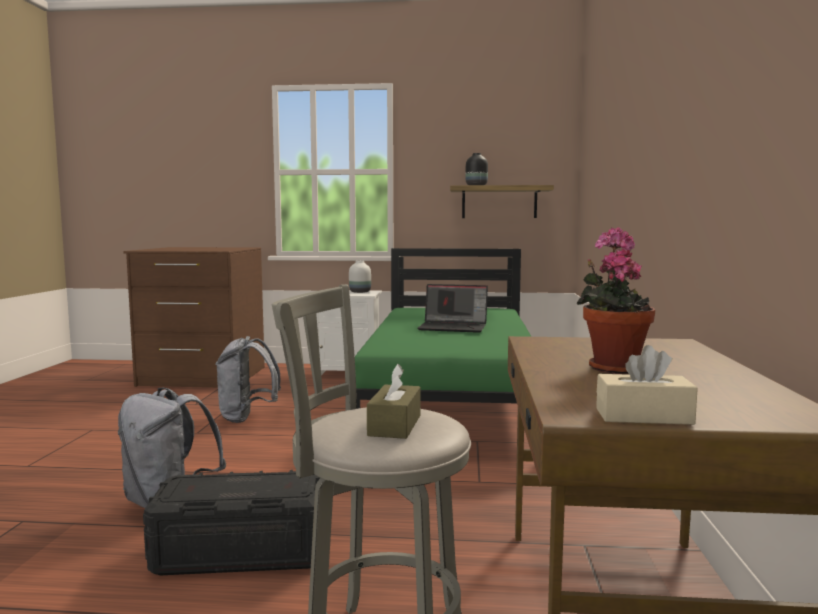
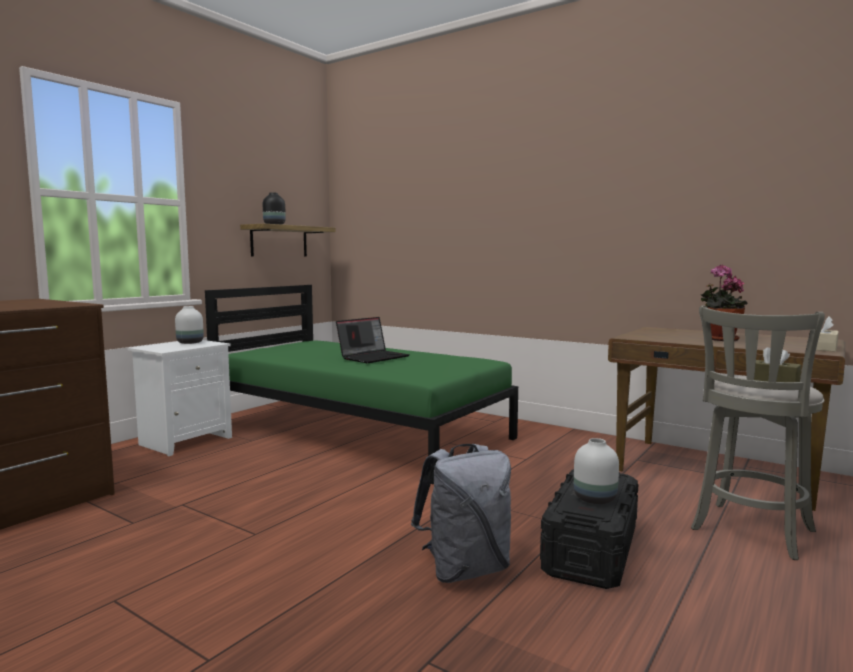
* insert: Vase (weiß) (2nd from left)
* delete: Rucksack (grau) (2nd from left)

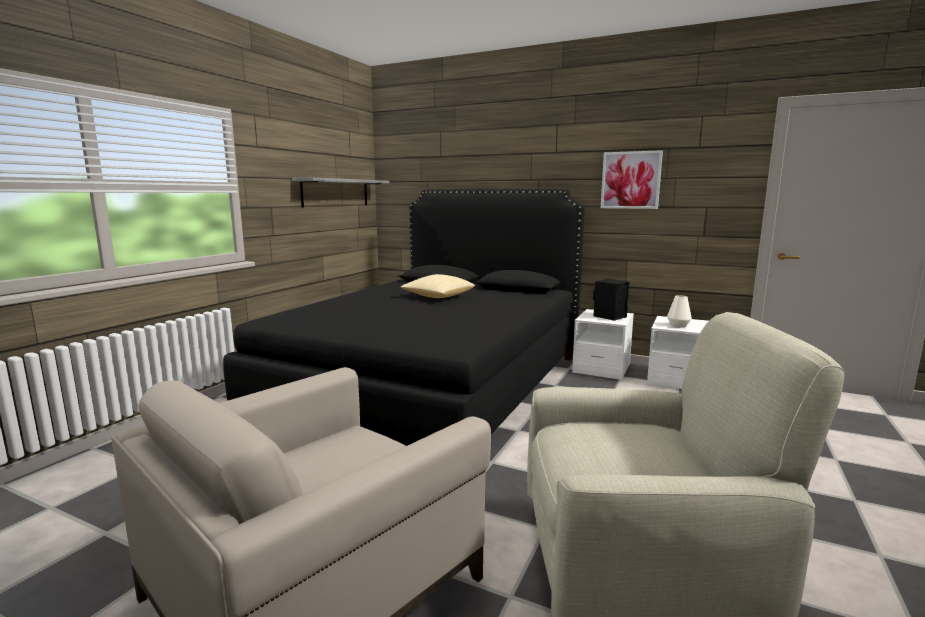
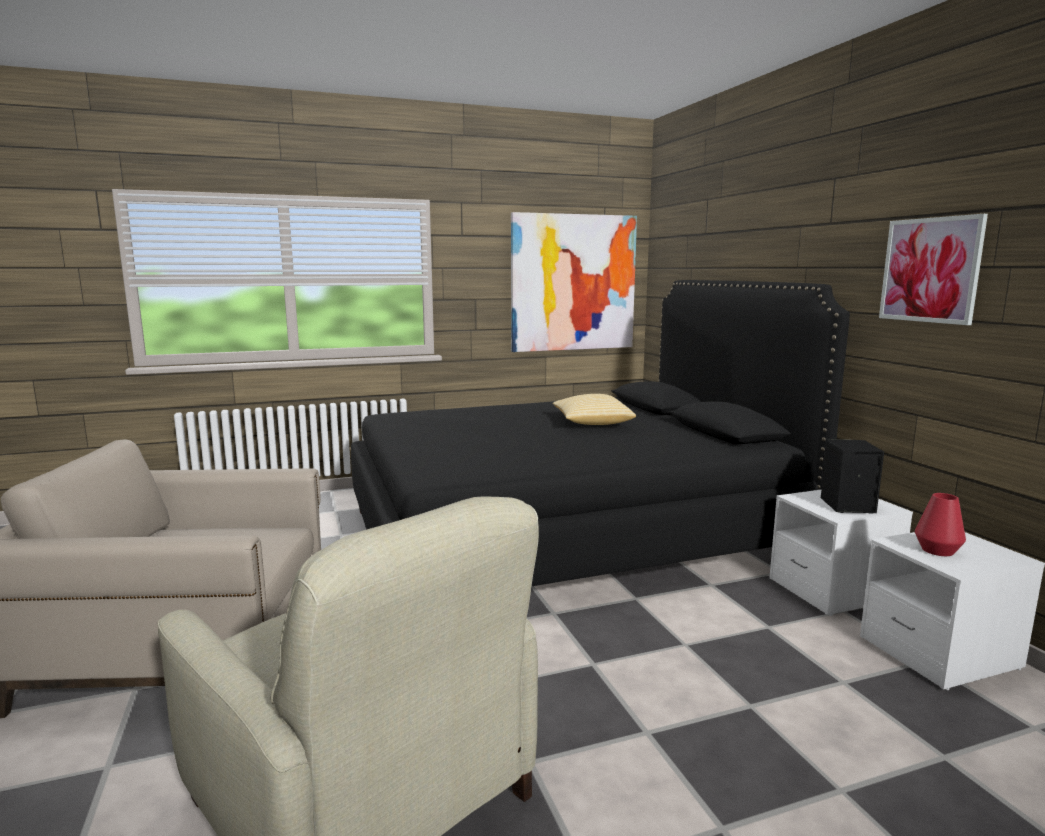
* replace: Wandregal (grau) to Bild (1st from left)
* recolor: Vase (weiß) to Vase (rot)

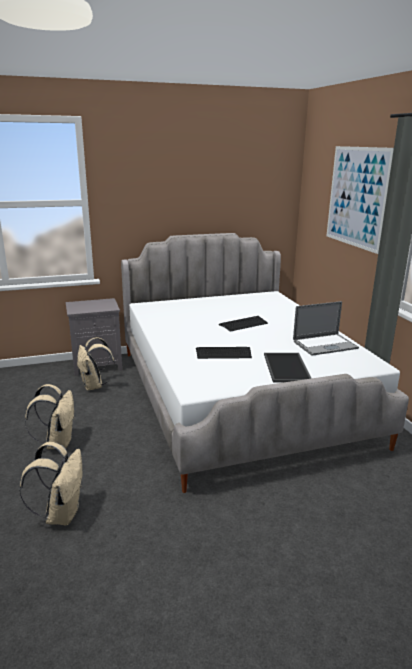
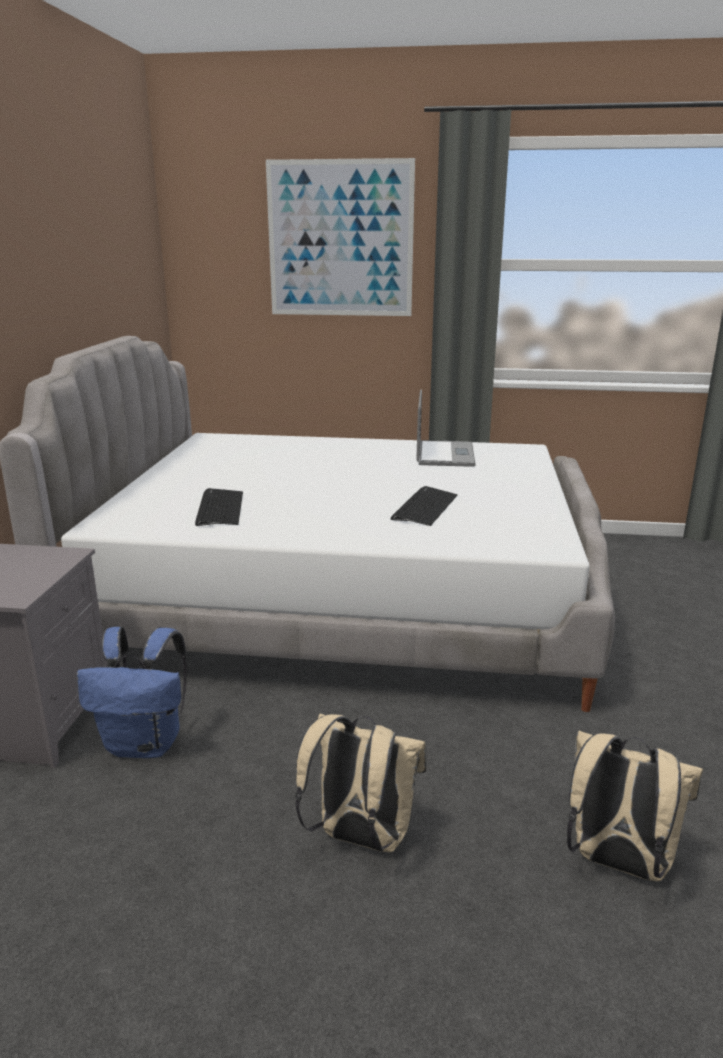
* recolor: Rucksack (beige) (3rd from left) to Rucksack (blau)
* move: Tastatur (2nd from left in the first image) to Tastatur (1st from left)
* delete: Tablett

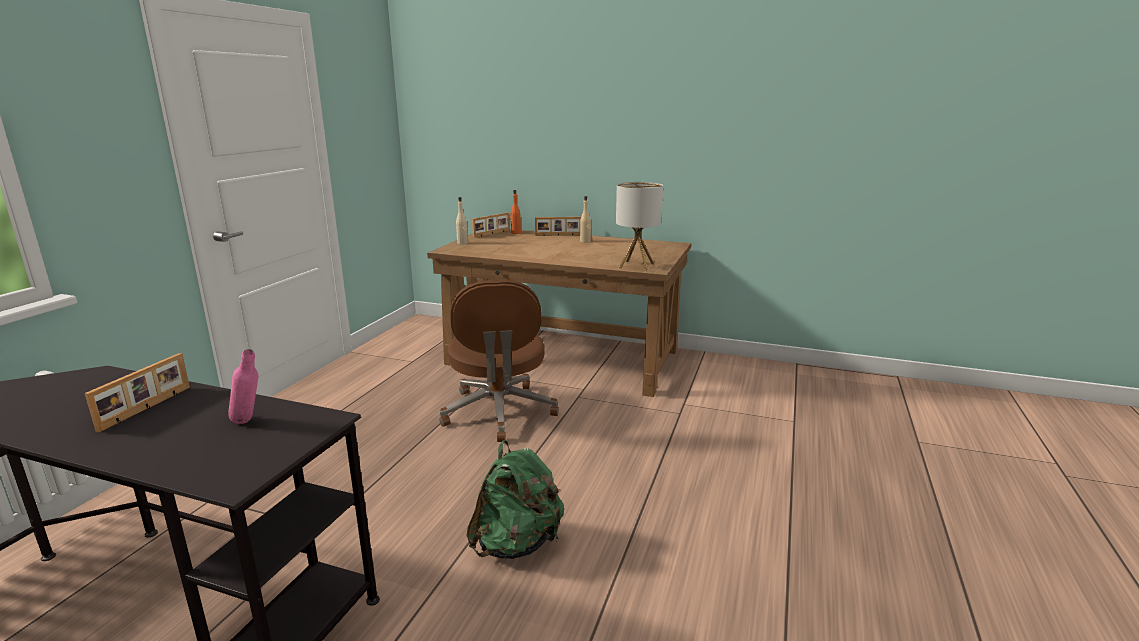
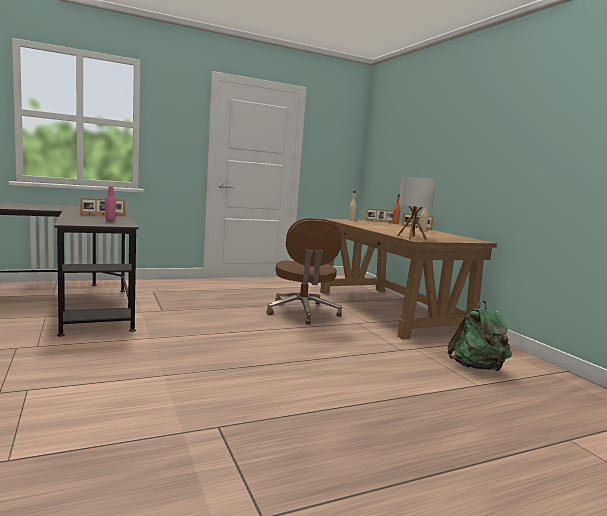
* rotate: Bürostuhl (braun) 45 degrees counterclockwise
* move: Rucksack (grün)

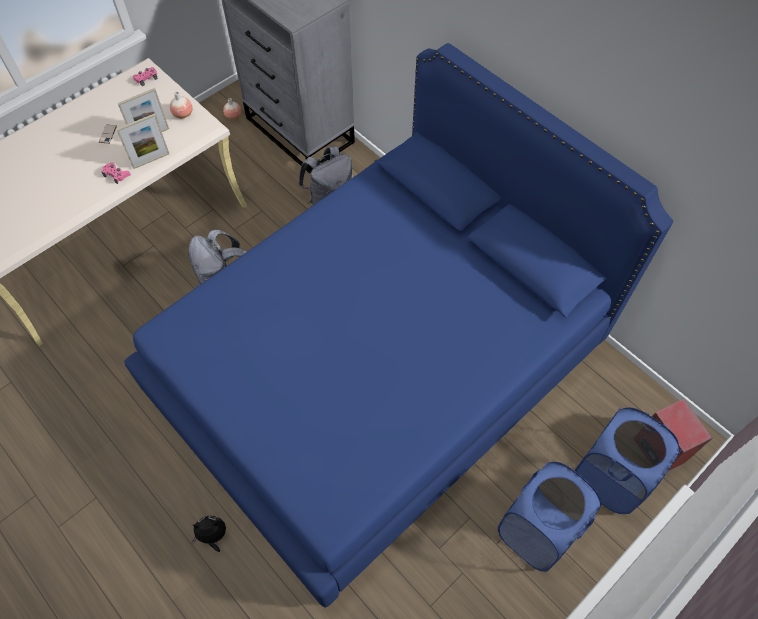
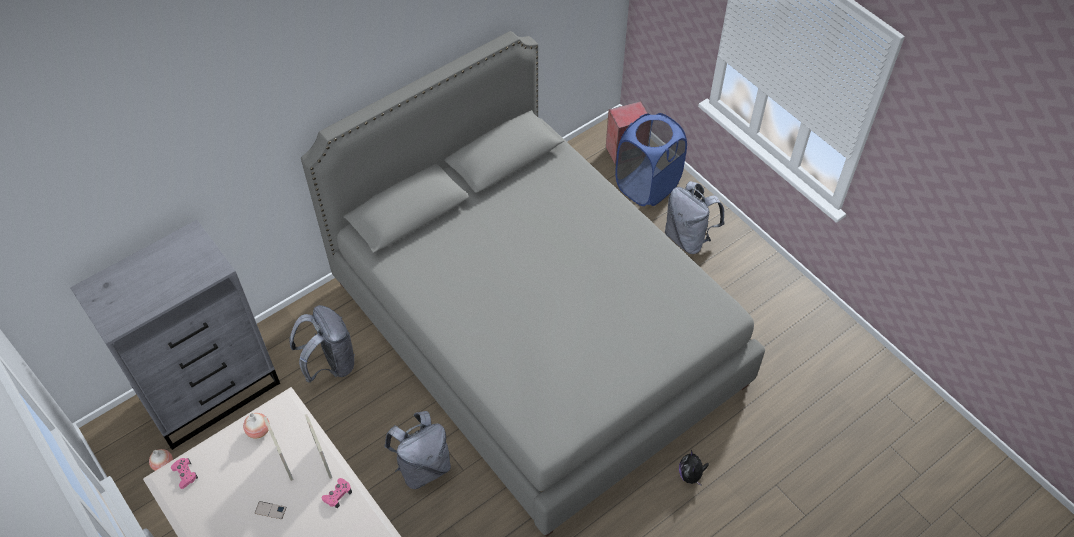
* recolor: Bett (blau) to Bett (grau)
* replace: Wäschekorb (blau) (1st from left) to Rucksack (grau) (3rd from left)

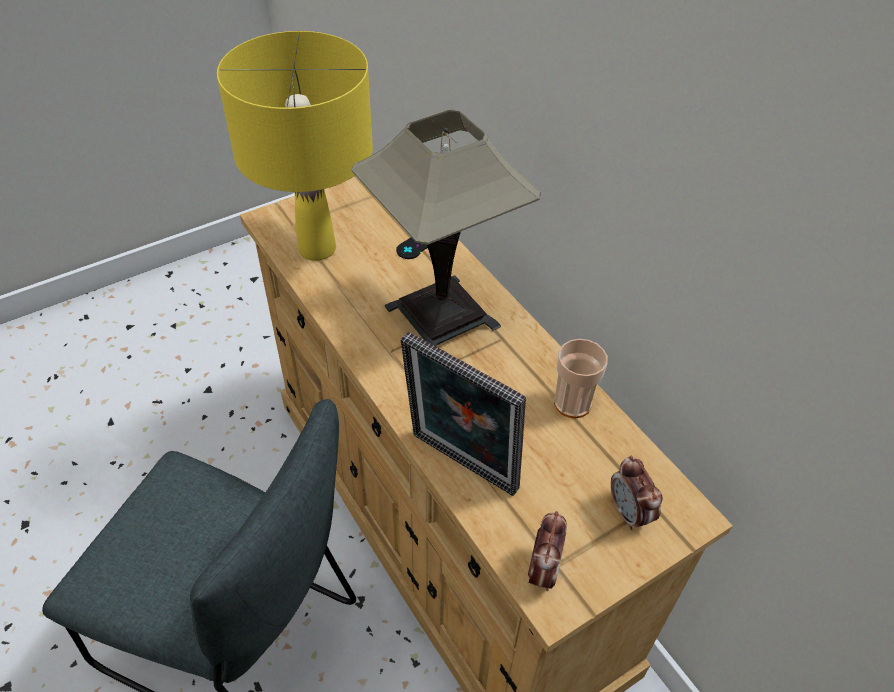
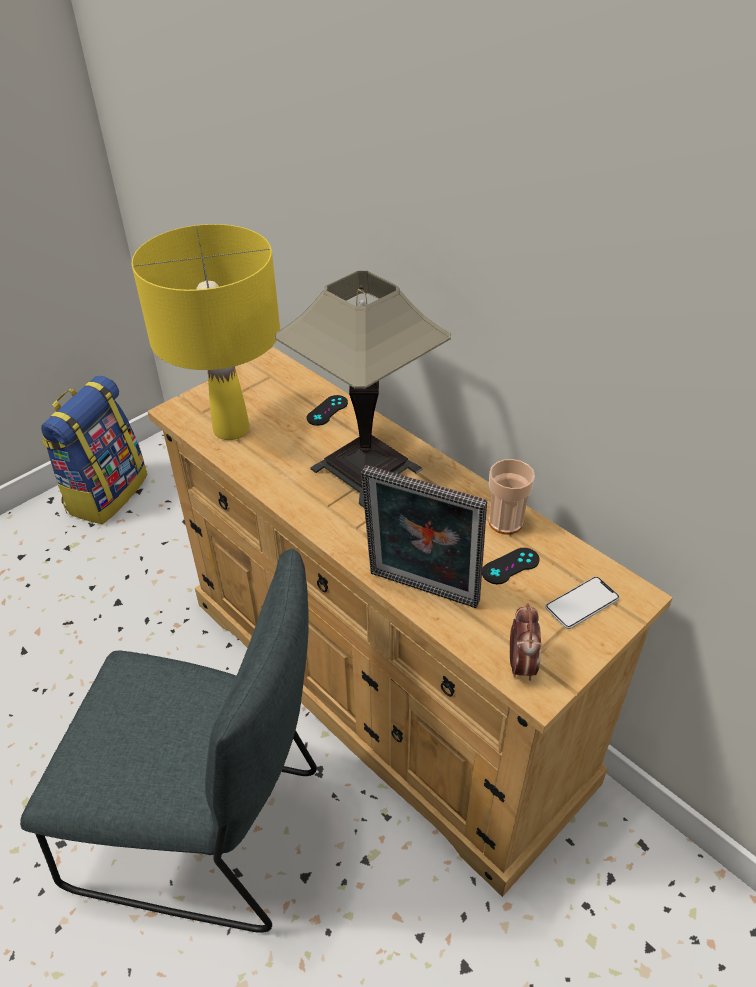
* insert: Rucksack
* insert: Gamepad (schwarz) (2nd from left)
* replace: Wecker (2nd from left) to Handy

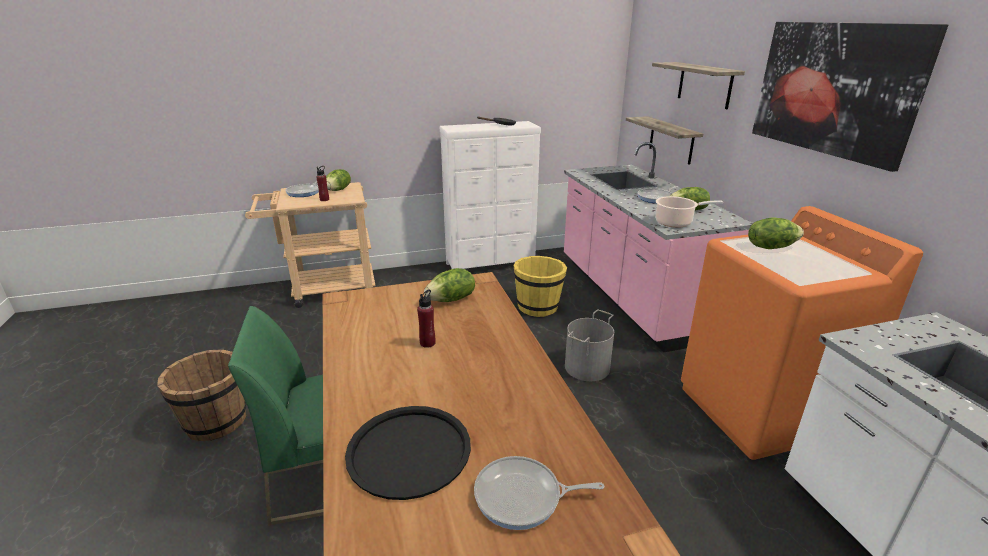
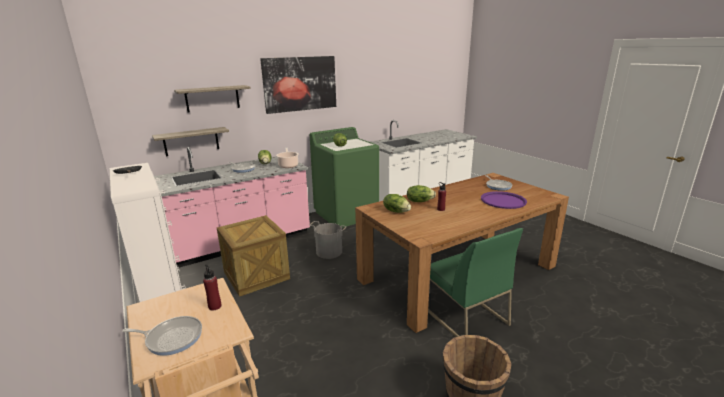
* replace: Eimer (gelb) to Kiste
* recolor: Waschmaschine (orange) to Waschmaschine (grün)
* move: Salatkopf (1st from left in the first image) to Salatkopf (4th from left)
* recolor: Tablett (schwarz) to Tablett (lila)

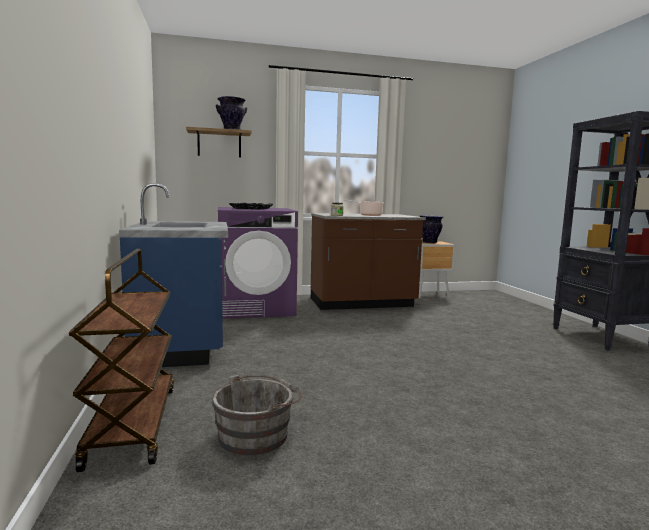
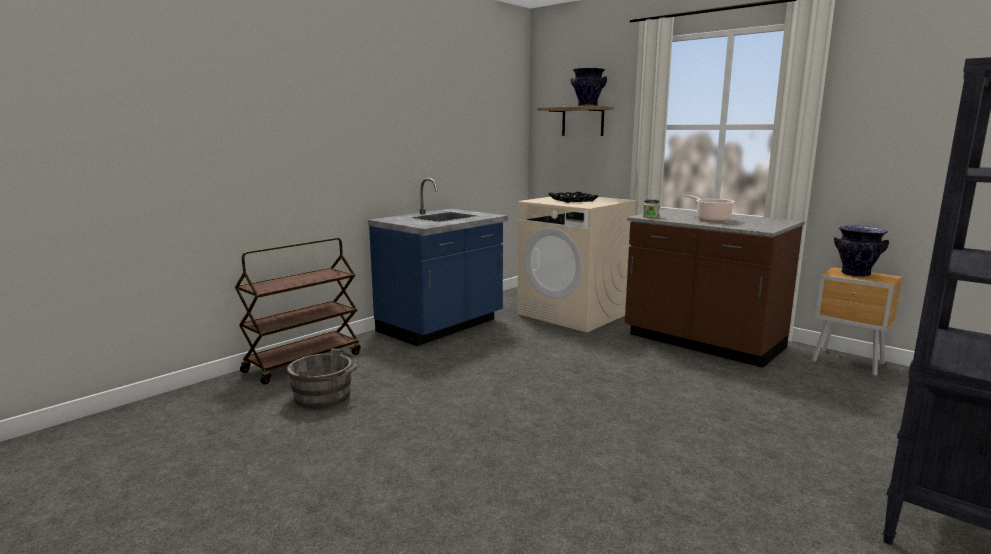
* recolor: Waschmaschine (lila) to Waschmaschine (beige)

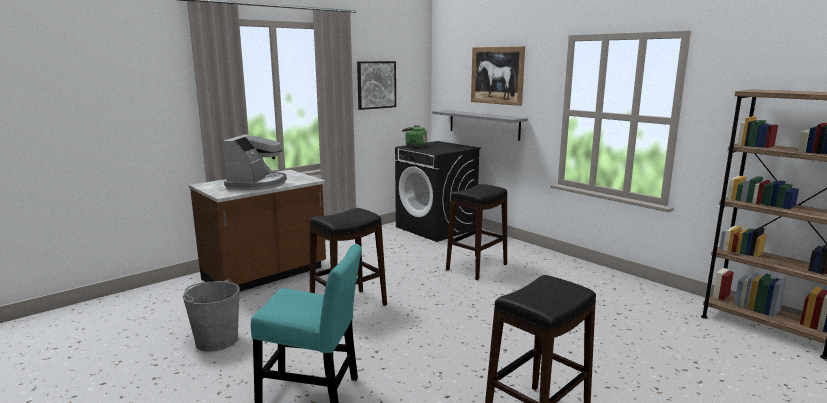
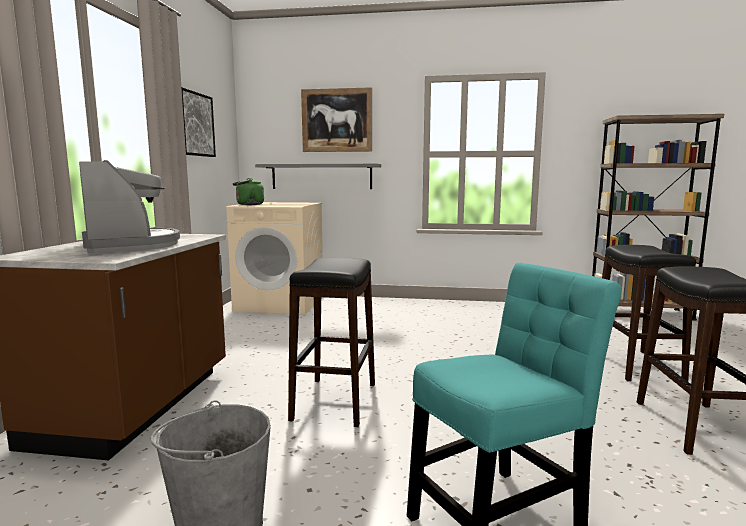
* recolor: Waschmaschine (schwarz) to Waschmaschine (beige)
* move: Hocker (schwarz) (2nd from left)

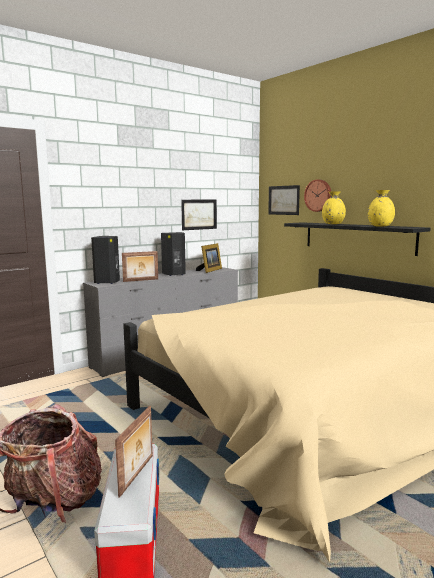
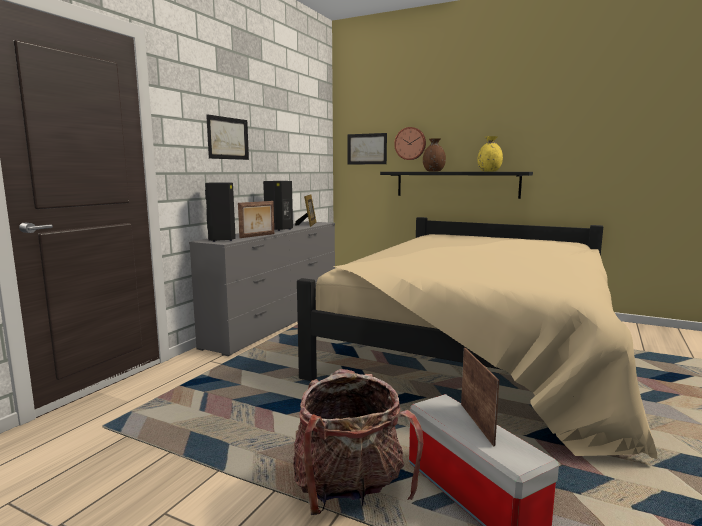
* move: Bild (1st from left)
* recolor: Vase (gelb) (1st from left) to Vase (braun)

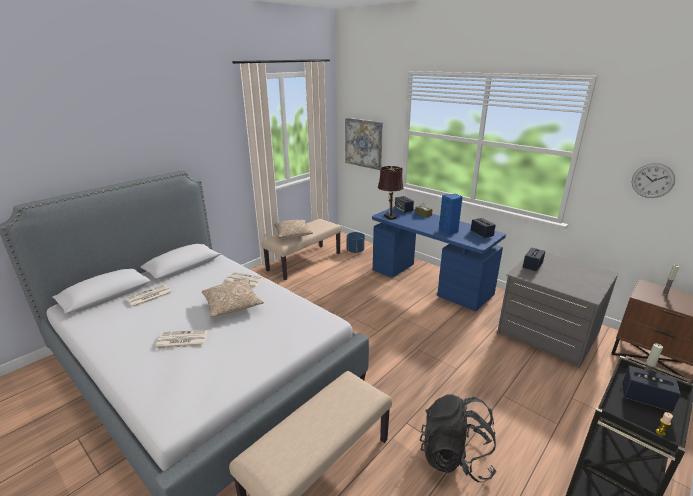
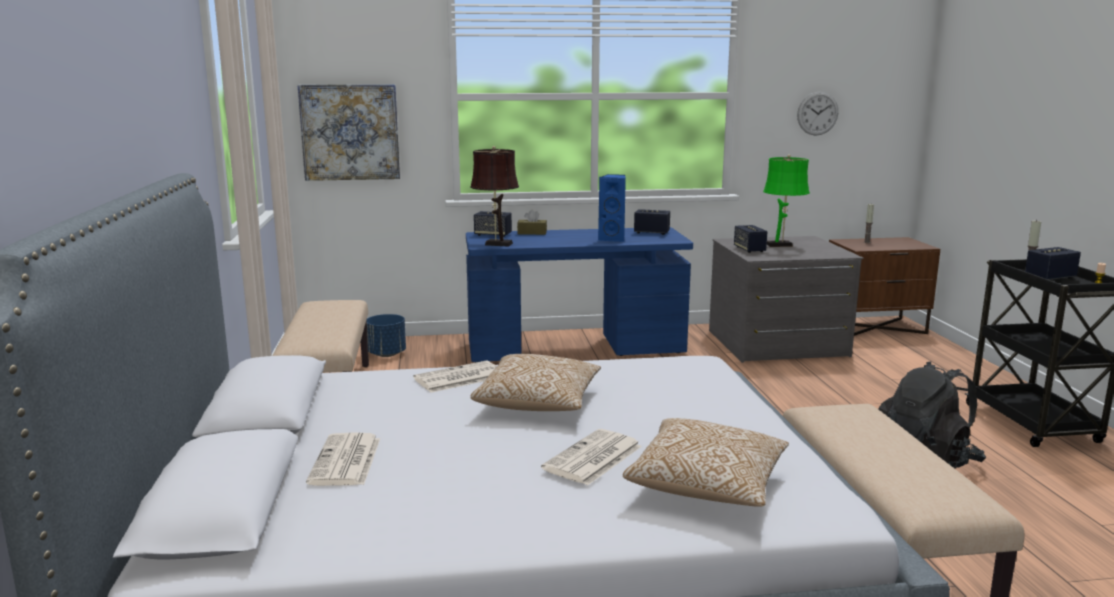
* move: Kissen (2nd from left)
* insert: Tischlampe (grün)

